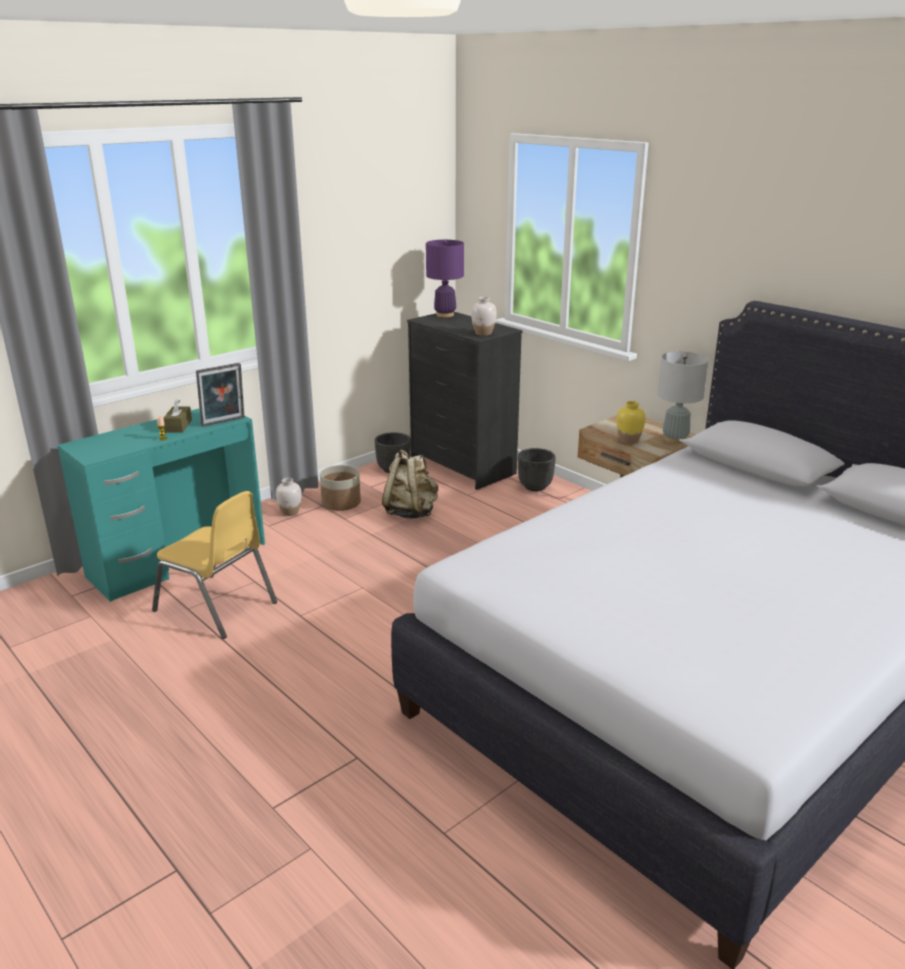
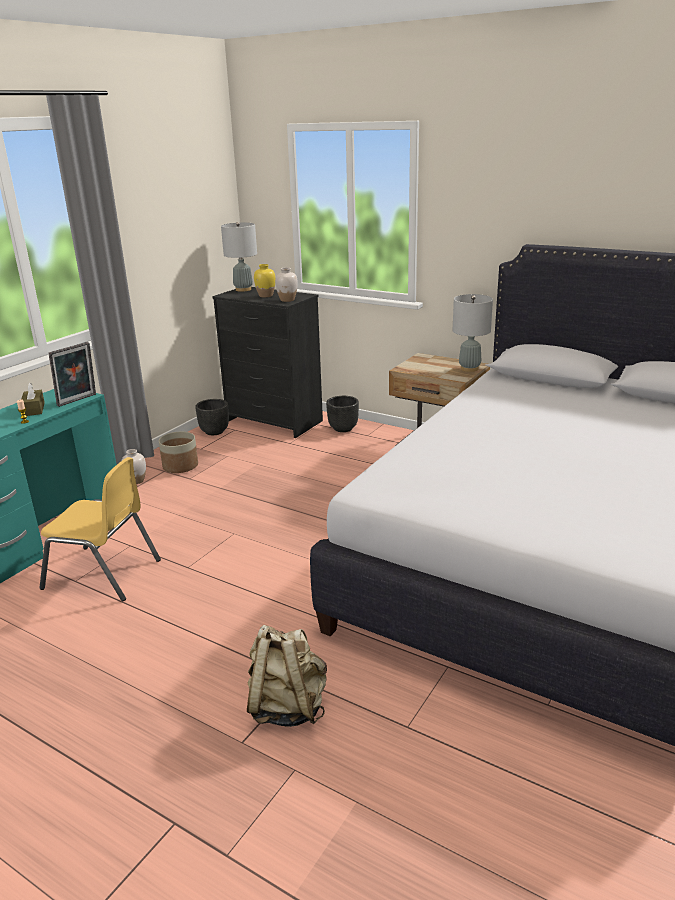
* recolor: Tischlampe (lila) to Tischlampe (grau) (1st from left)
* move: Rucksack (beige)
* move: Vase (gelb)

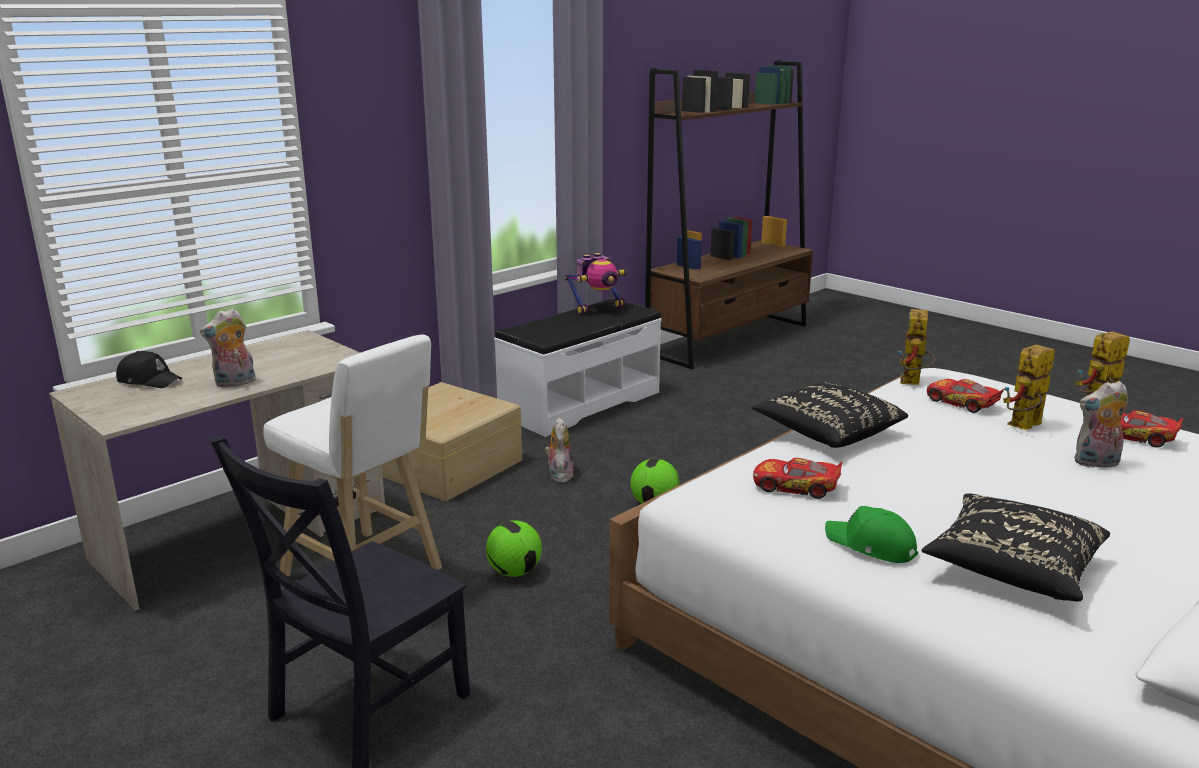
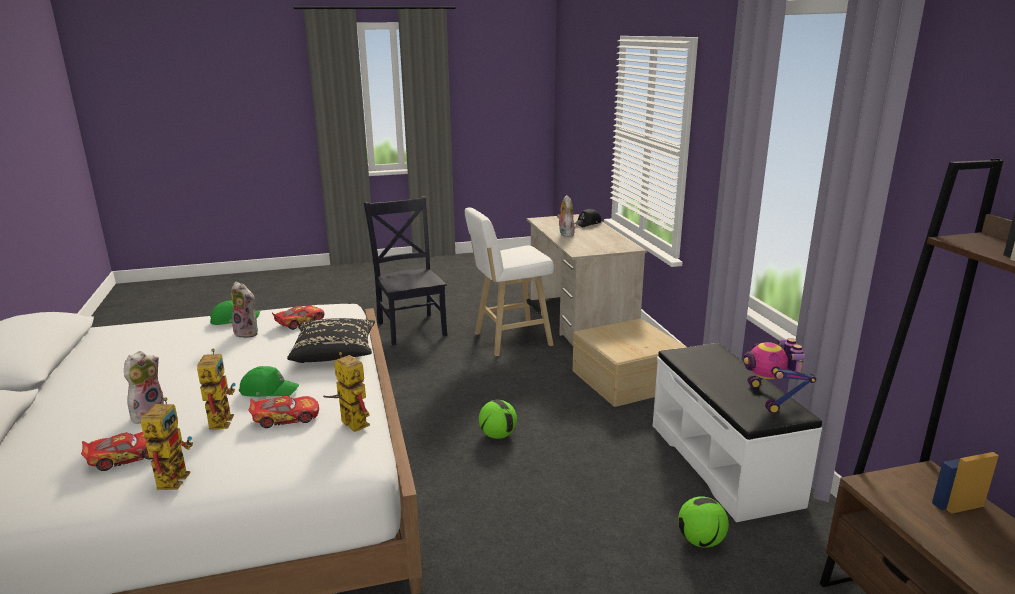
* move: Plüschtier (2nd from left)
* insert: Kappe (grün) (2nd from left)
* move: Fußball (1st from left in the first image) to Fußball (2nd from left)
* delete: Kissen (schwarz) (2nd from left)

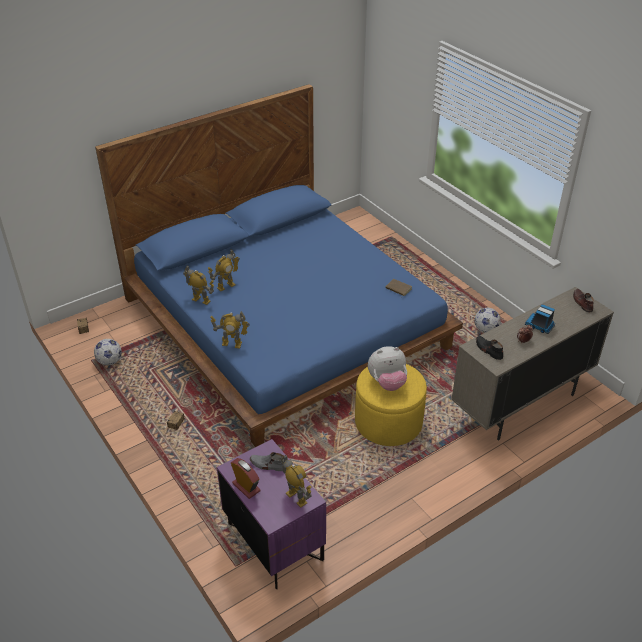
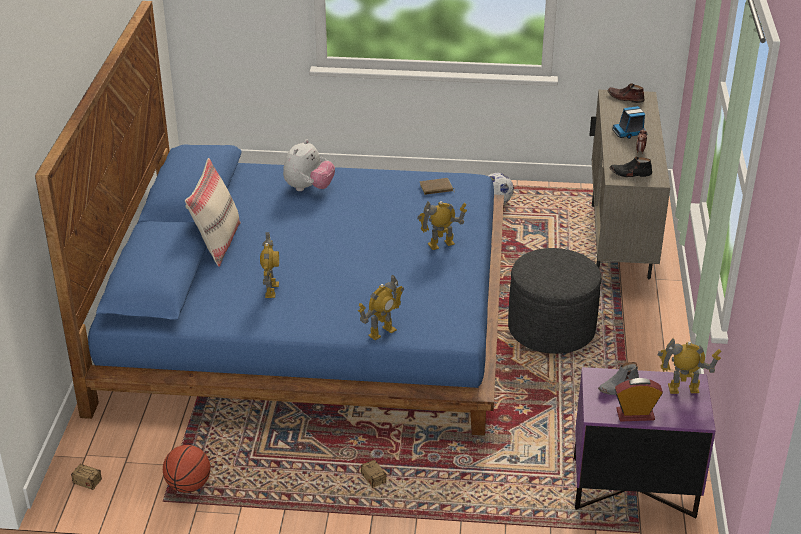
* replace: Fußball (1st from left) to Basketball
* insert: Kissen (beige)
* move: Plüschtier
* move: Spielzeugroboter (1st from left in the first image) to Spielzeugroboter (3rd from left)
* recolor: Polsterhocker (gelb) to Polsterhocker (grau)

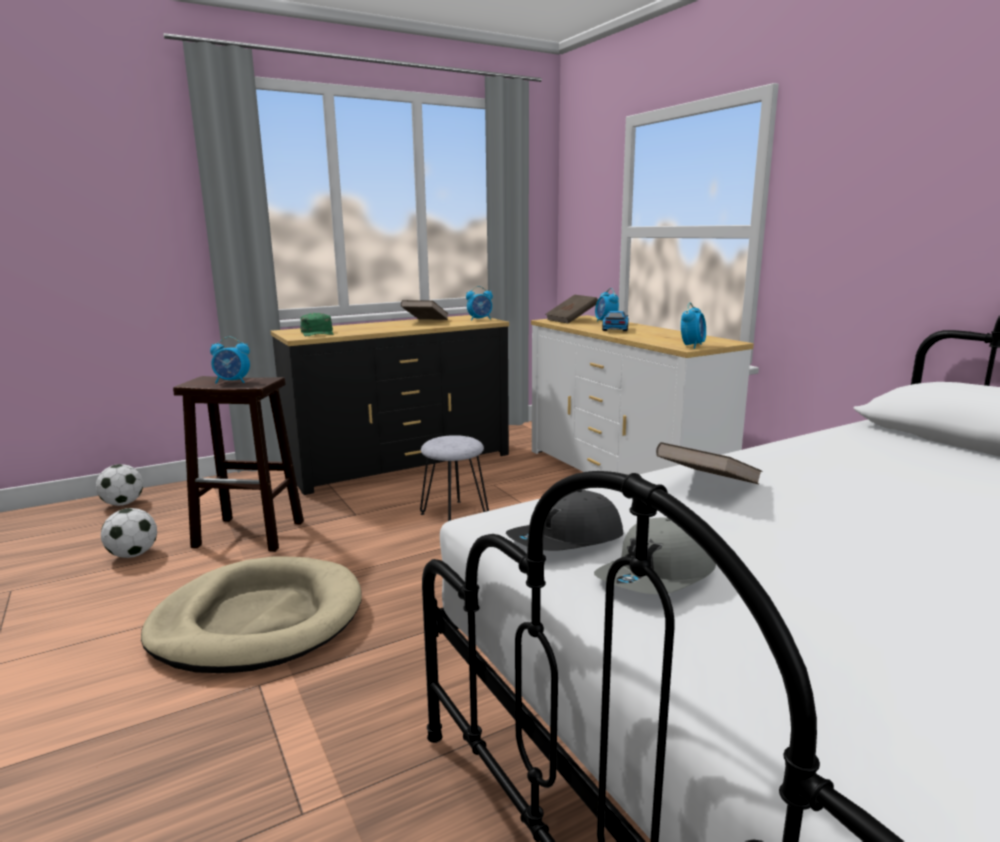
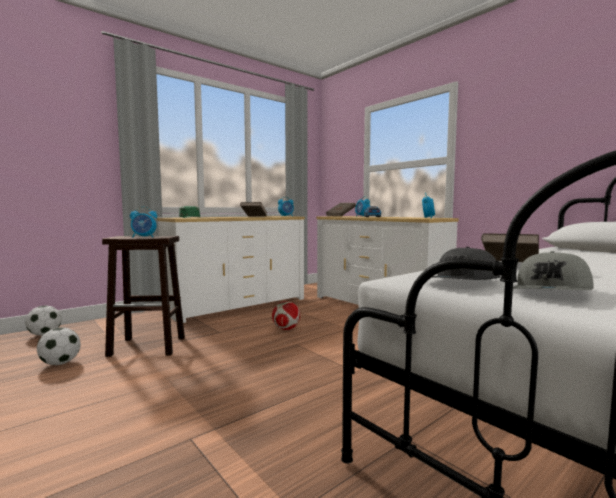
* recolor: Kommode (schwarz) to Kommode (weiß) (1st from left)
* replace: Hocker (grau) to Fußball (3rd from left)
* delete: Hundebett (beige)

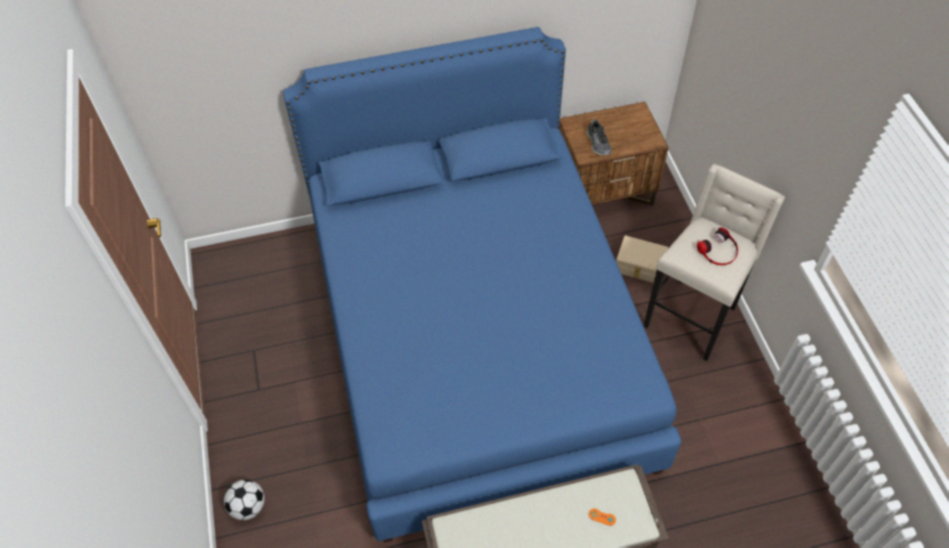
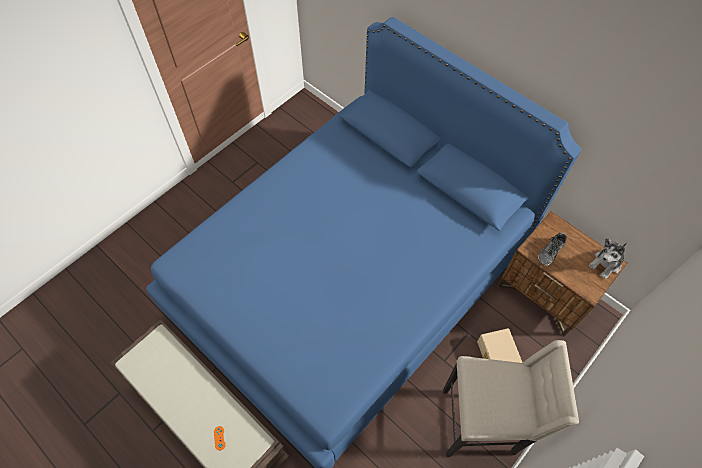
* insert: Plüschtier
* delete: Fußball
* delete: Kopfhörer

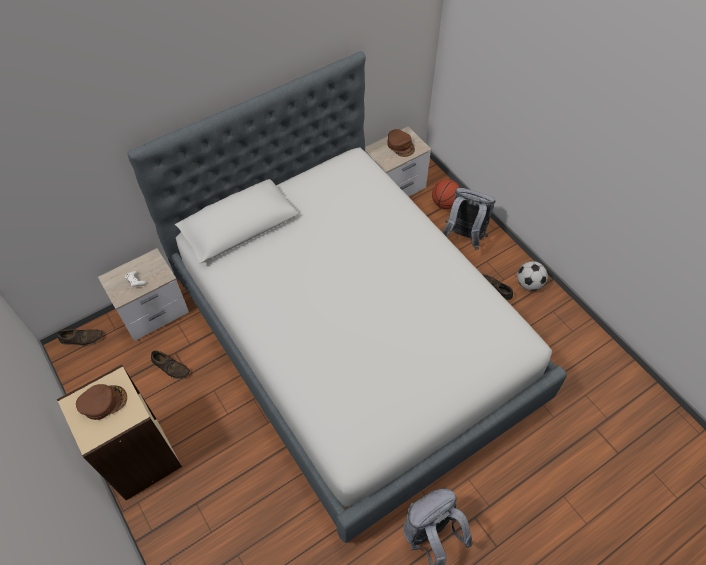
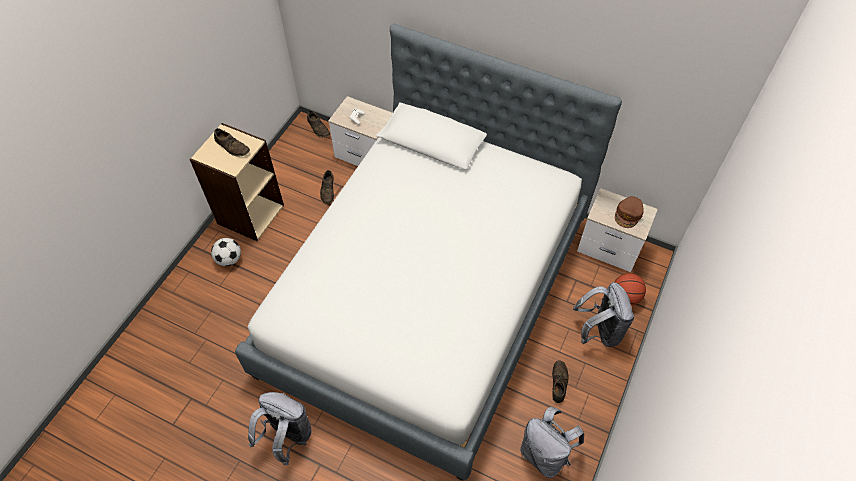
* move: Fußball
* replace: Kappe (braun) (1st from left) to Schuh (braun) (1st from left)
* insert: Rucksack (grau) (2nd from left)

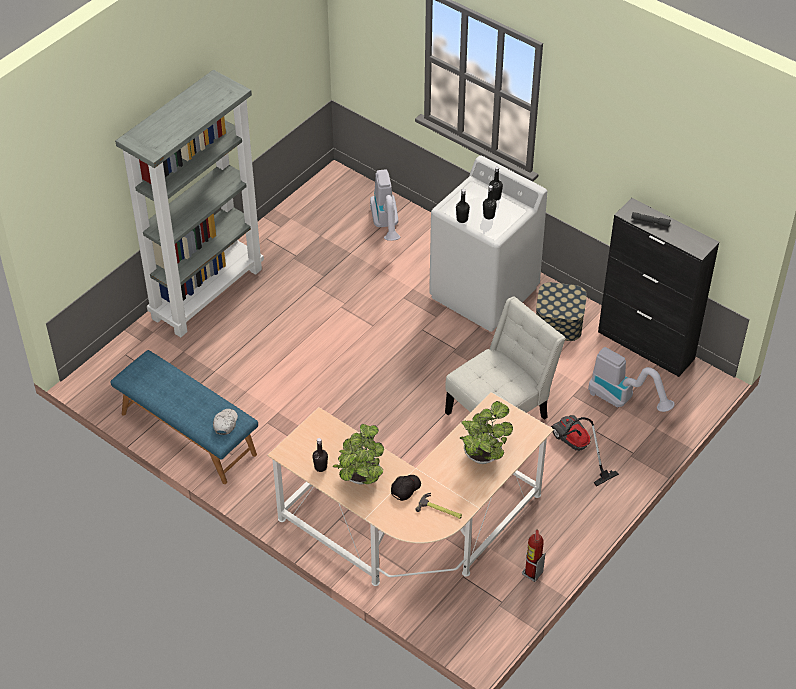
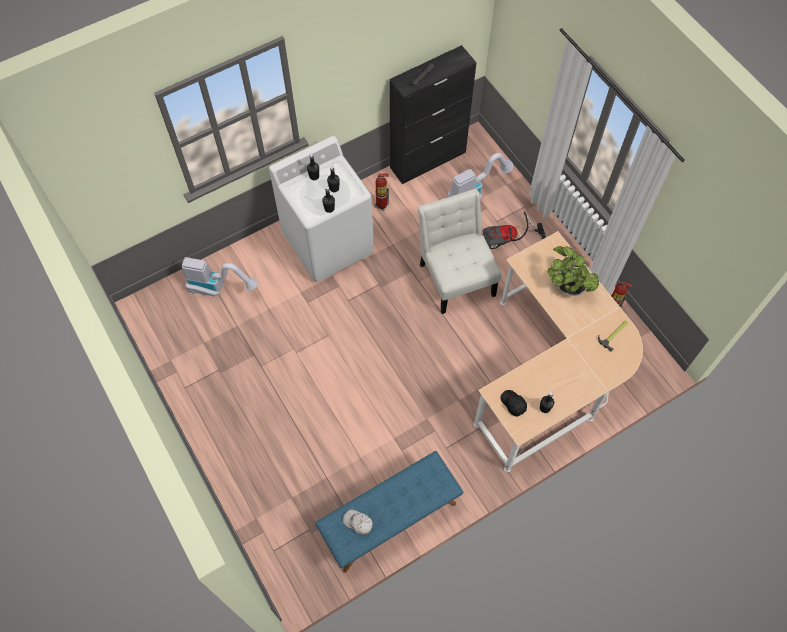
* move: Kappe (weiß)
* replace: Aufbewahrungsbox to Feuerlöscher (1st from left)
* move: Kappe (schwarz)
* delete: Bücherregal (grau)
* delete: Topfpflanze (1st from left)

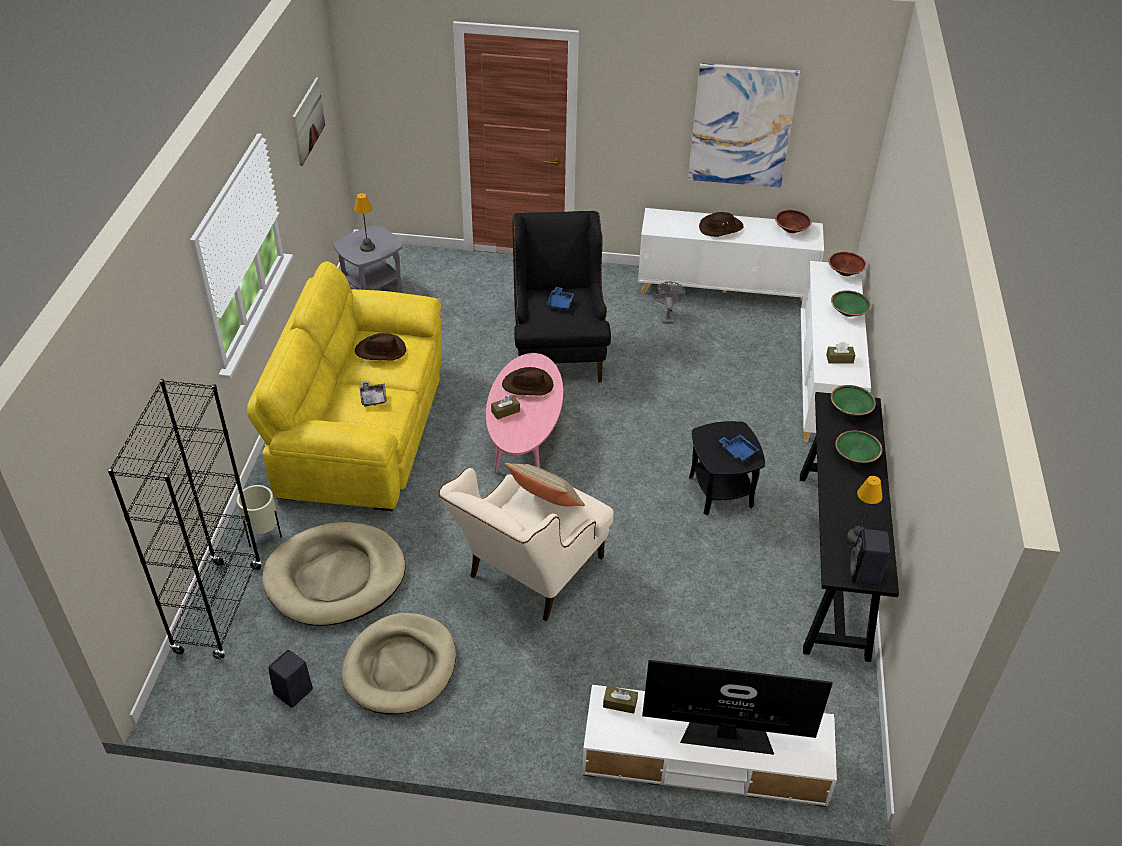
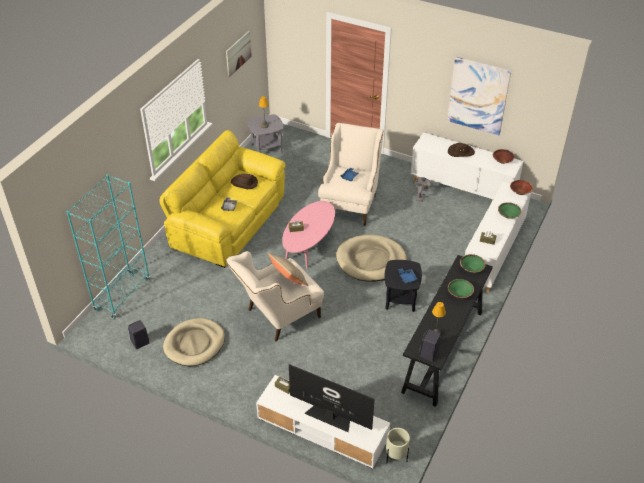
* recolor: Bücherregal (schwarz) to Bücherregal (türkis)
* recolor: Sessel (schwarz) to Sessel (beige) (2nd from left)
* move: Hundebett (beige) (1st from left in the first image) to Hundebett (beige) (2nd from left)
* move: Pflanzkübel (beige)
* delete: Hut (braun) (2nd from left)

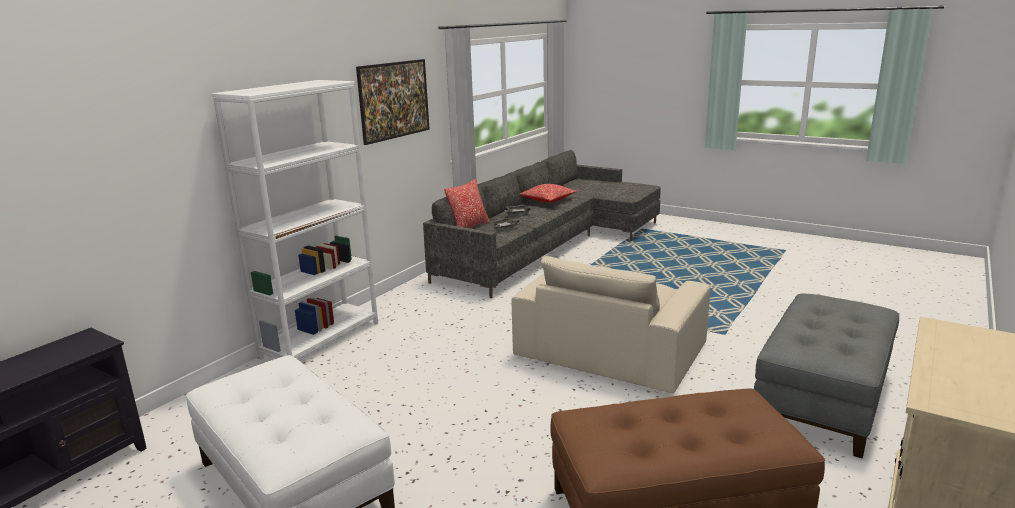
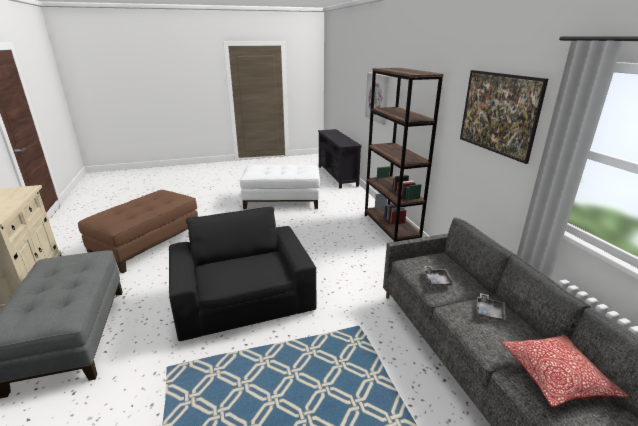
* recolor: Sessel (beige) to Sessel (schwarz)
* recolor: Bücherregal (weiß) to Bücherregal (braun)
* insert: Bild (1st from left)
* delete: Kissen (1st from left)

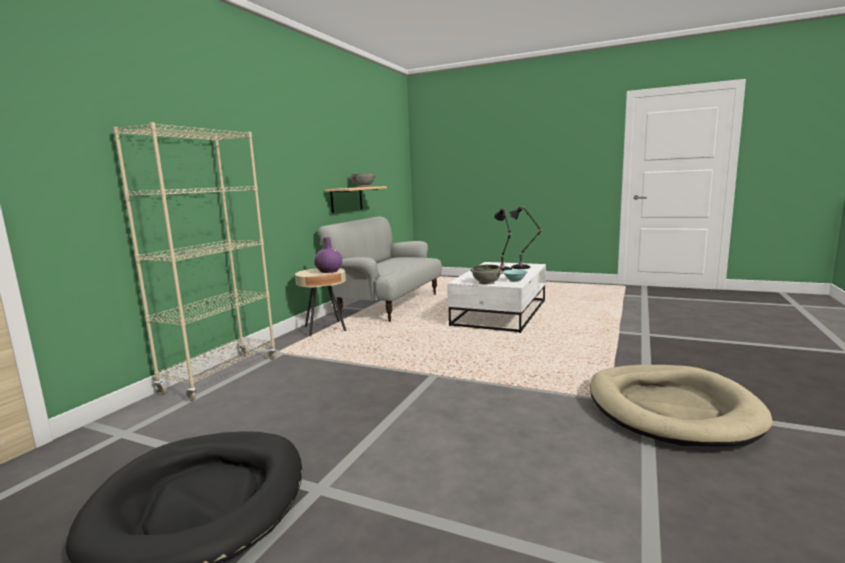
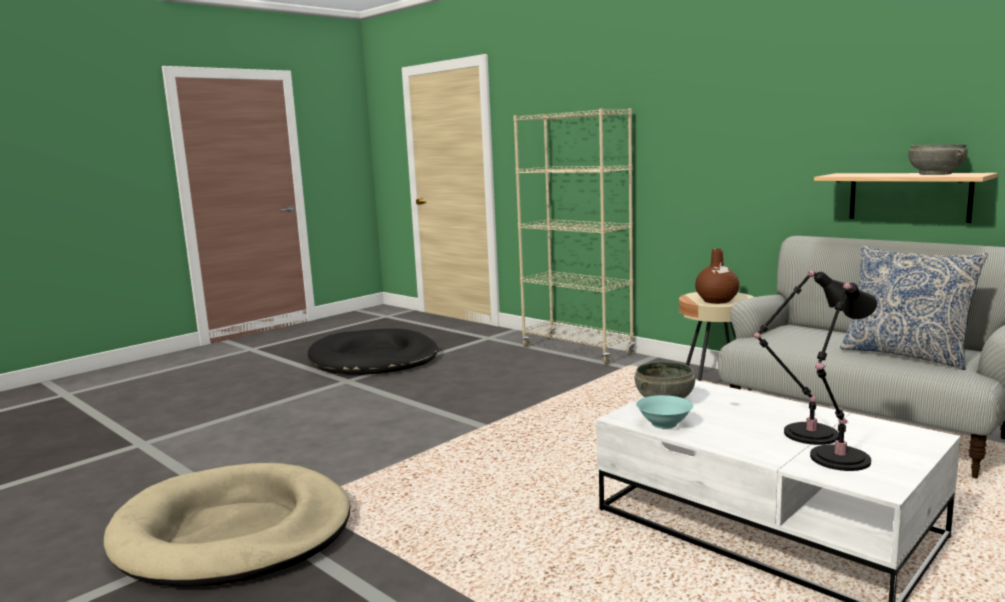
* recolor: Vase (lila) to Vase (braun)
* insert: Kissen

